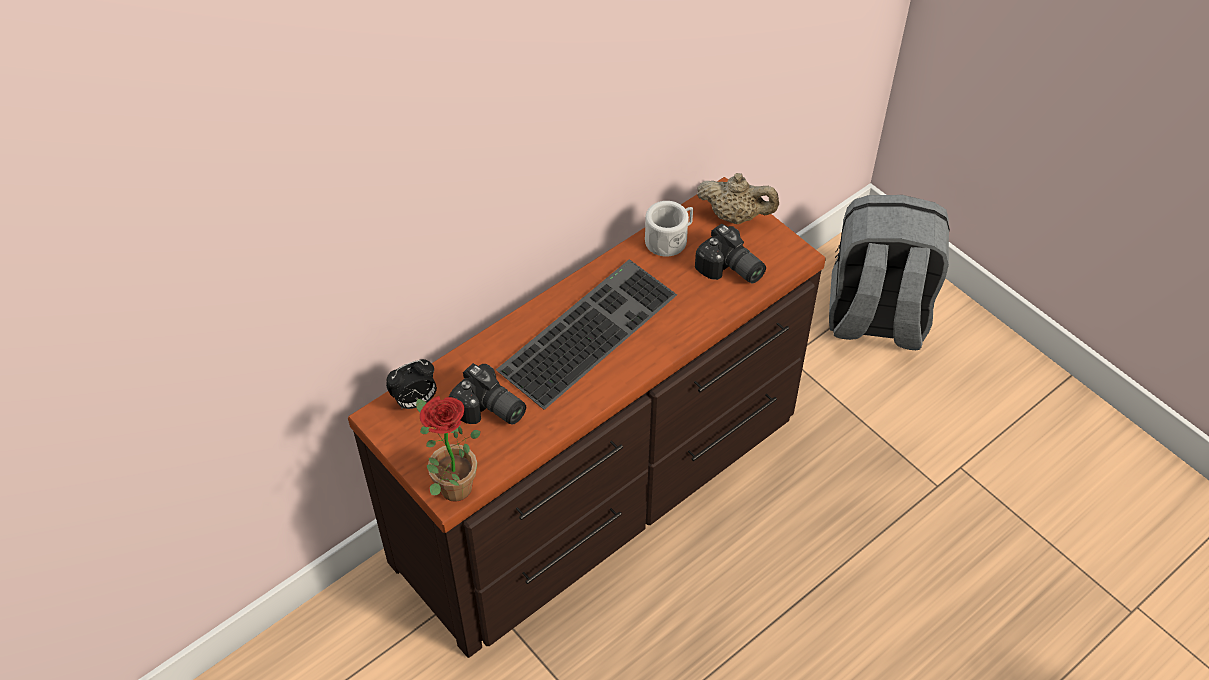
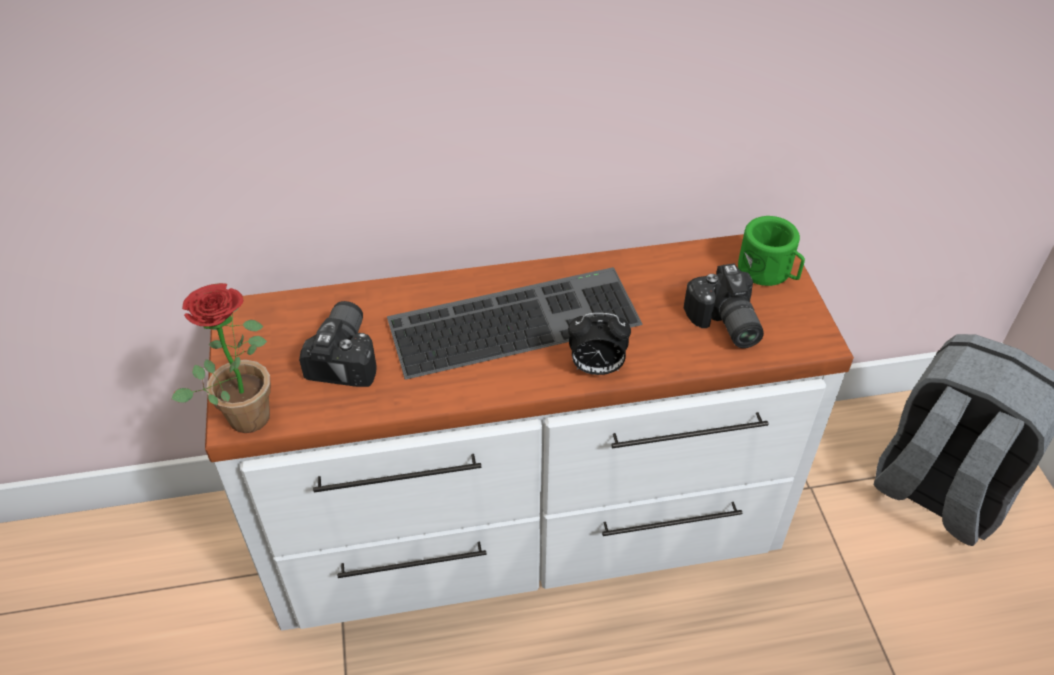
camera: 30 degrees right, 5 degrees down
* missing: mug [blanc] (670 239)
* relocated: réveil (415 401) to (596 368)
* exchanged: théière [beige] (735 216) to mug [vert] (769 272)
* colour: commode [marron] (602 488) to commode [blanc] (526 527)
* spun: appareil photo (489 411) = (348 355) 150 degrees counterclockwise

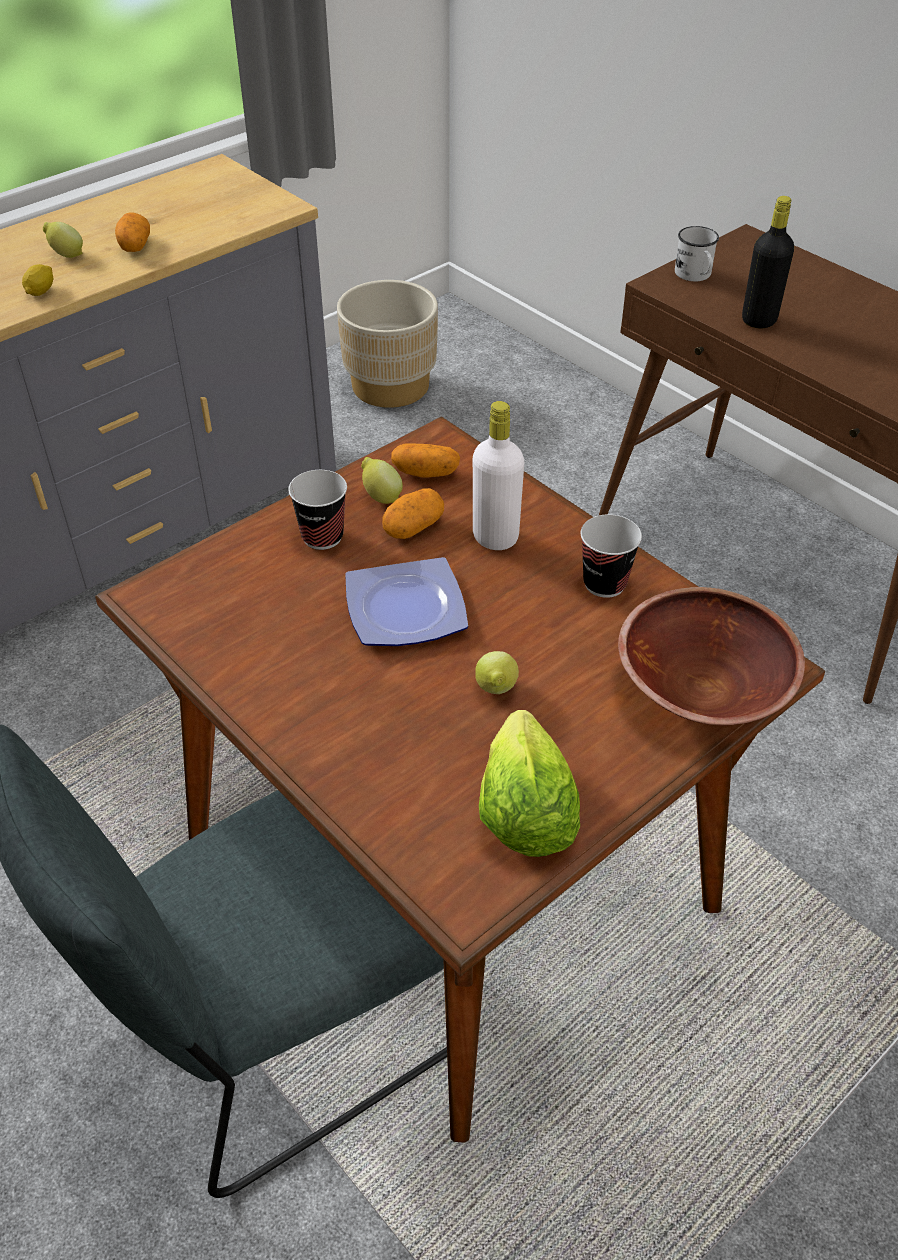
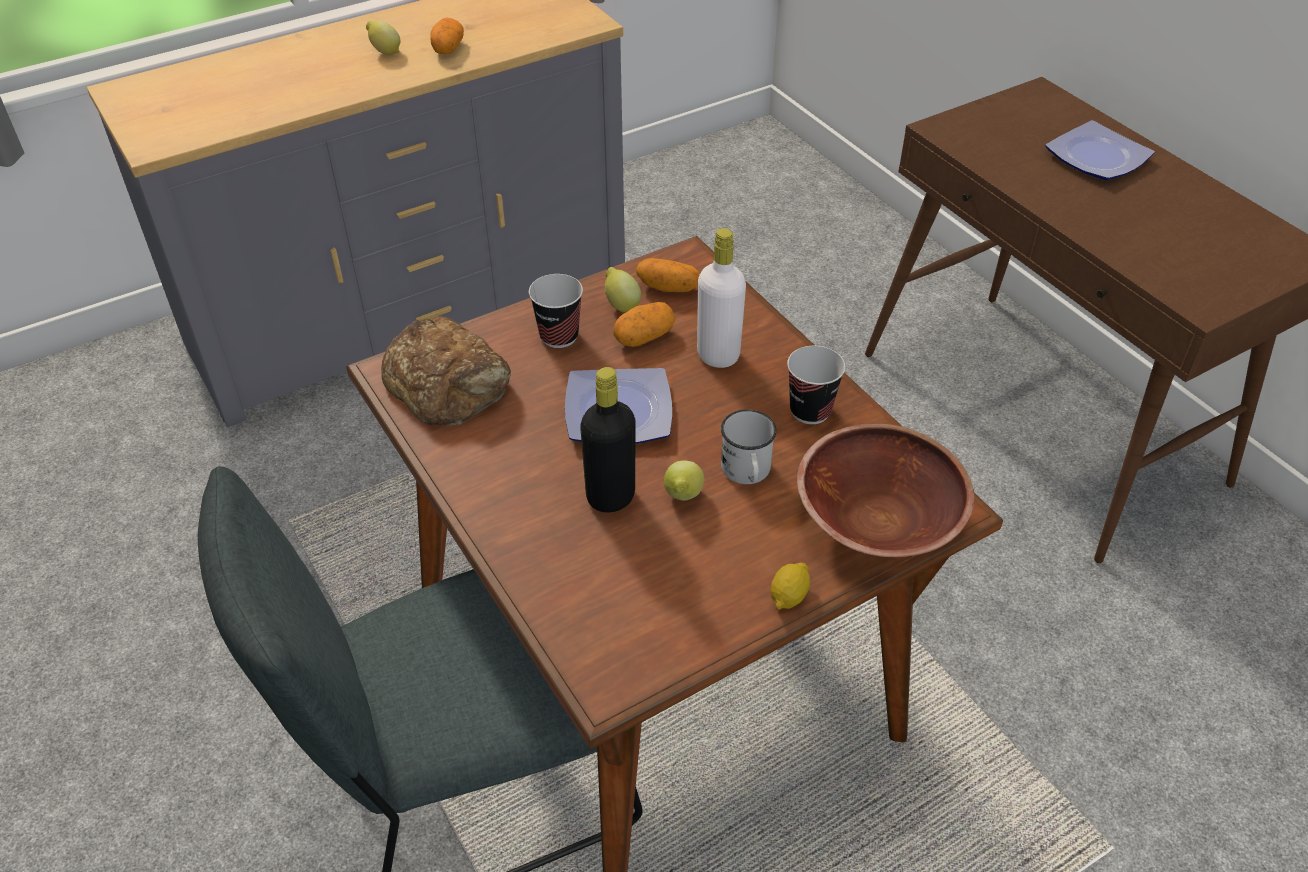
camera: 10 degrees right, 0 degrees up
* missing: cache-pot [beige] (390 386)
* missing: laitue (524 811)
* appeared: pain (448 382)
* appeared: assiette (1094 157)
* relocated: citron (41 291) to (788 596)
* relocated: mug [blanc] (695 276) to (747 473)
* relocated: bouteille [noir] (759 320) to (610 497)

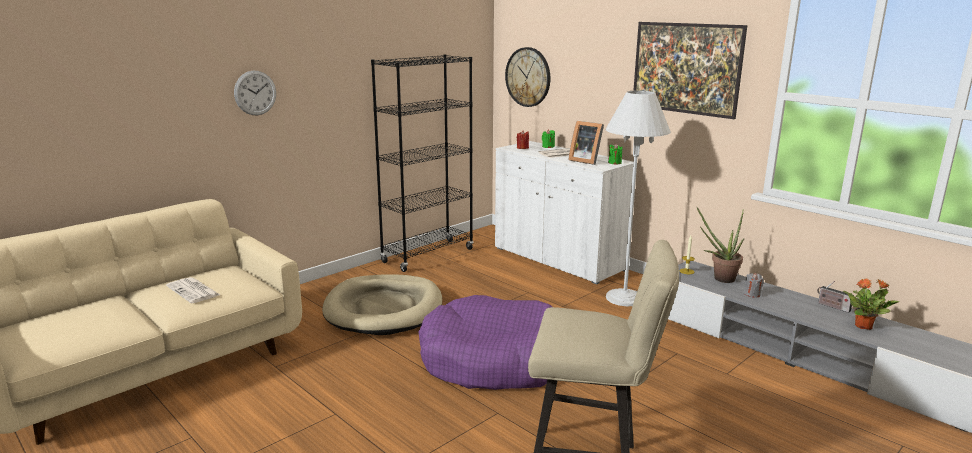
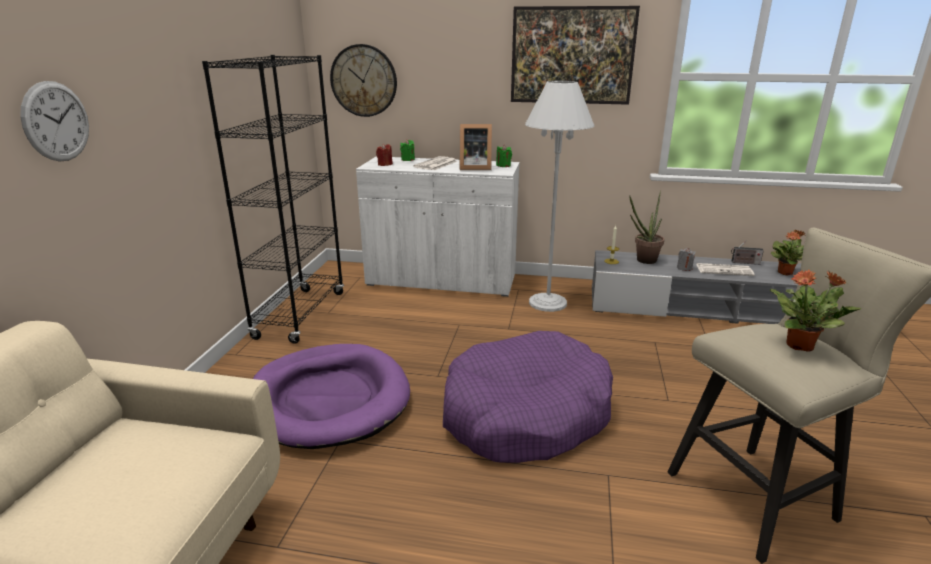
camera: 35 degrees left, 5 degrees up
* appeared: plante en pot (801 346)
* relocated: journal (194 291) to (724 270)
* colour: panier pour chien [beige] (384 309) to panier pour chien [violet] (329 399)

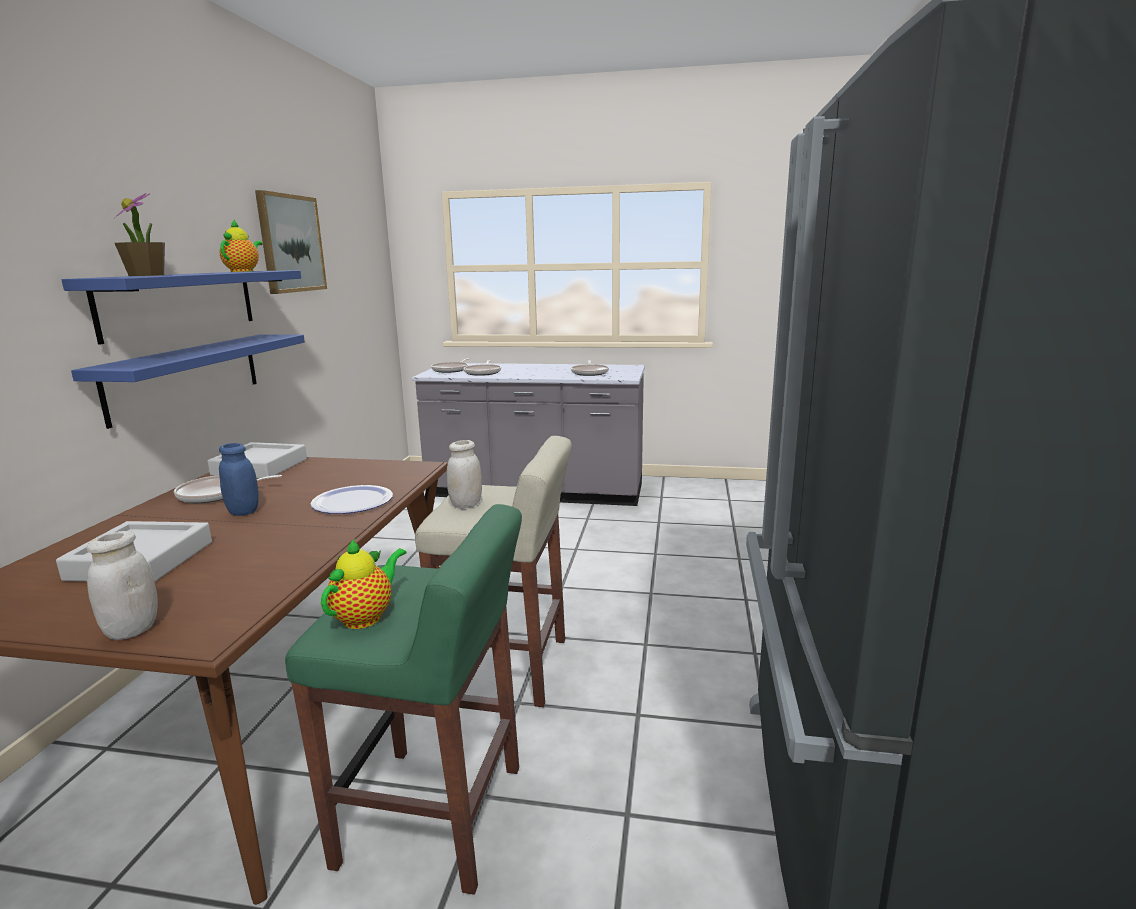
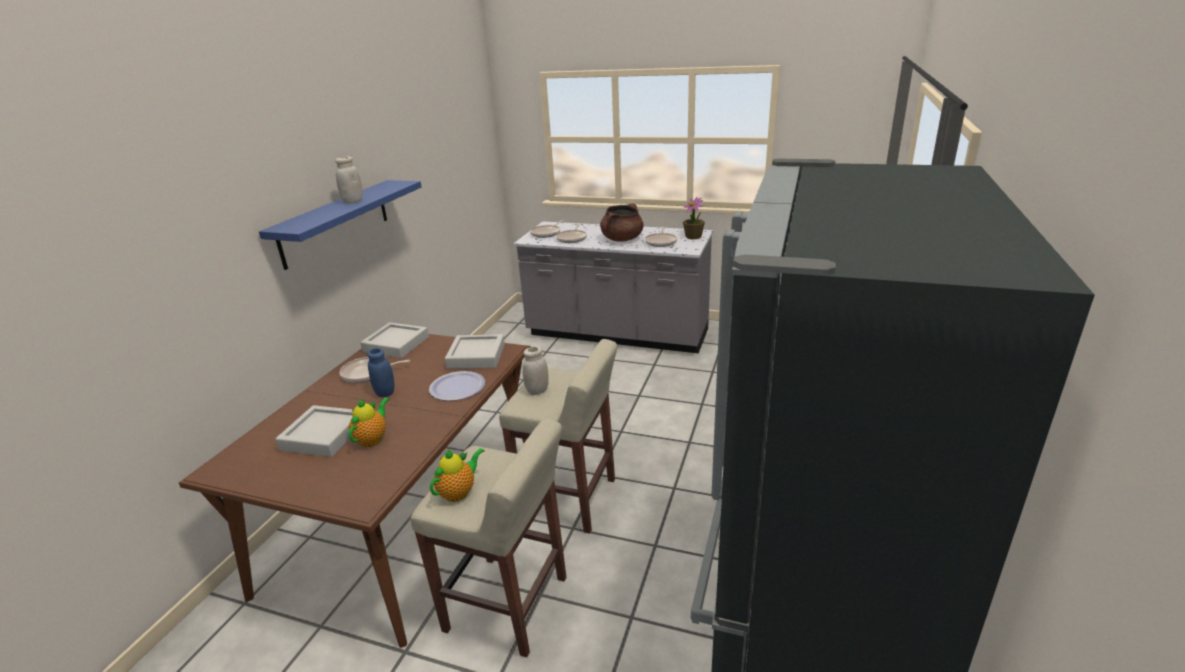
camera: 10 degrees right, 10 degrees up
* missing: étagère [bleu] (186 376)
* missing: tableau (290 243)
* appeared: plateau [gris] (476 356)
* appeared: marmite [marron] (622 239)
* relocated: bocal [blanc] (132 630) to (353 201)
* relocated: plante en pot (147 275) to (693 236)
* relocated: théière (244 271) to (372 439)
* colour: tabouret [vert] (435 816) to tabouret [beige] (508 605)

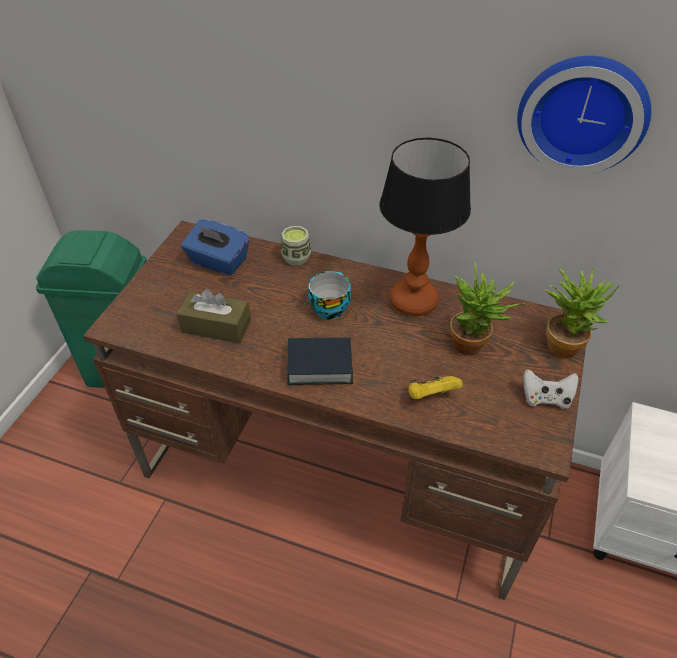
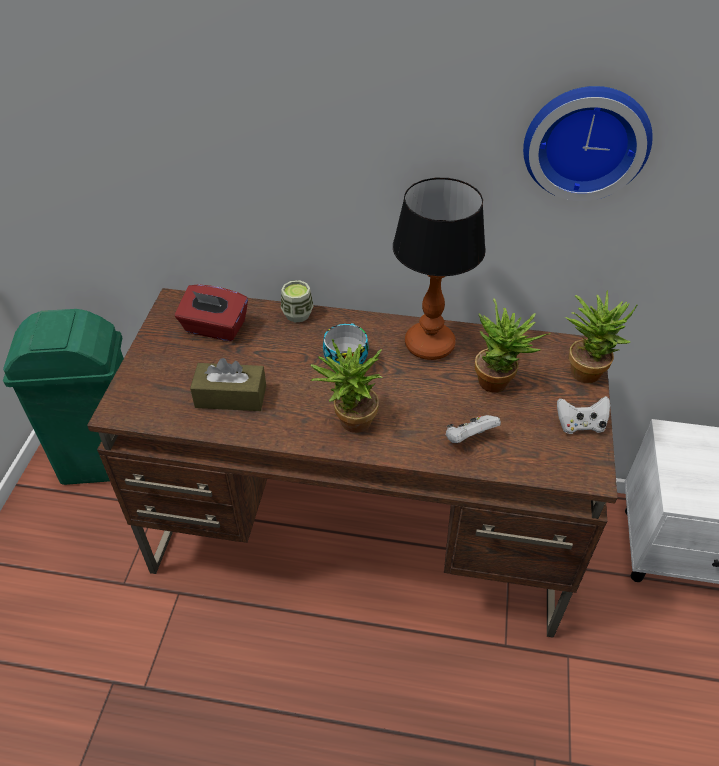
camera: 10 degrees left, 0 degrees up
* exchanged: livre (319 365) to plante en pot (349 423)
* colour: boîte à mouchoirs [bleu] (218 262) to boîte à mouchoirs [rouge] (215 328)
* colour: manette [jaune] (431 396) to manette [blanc] (469 438)

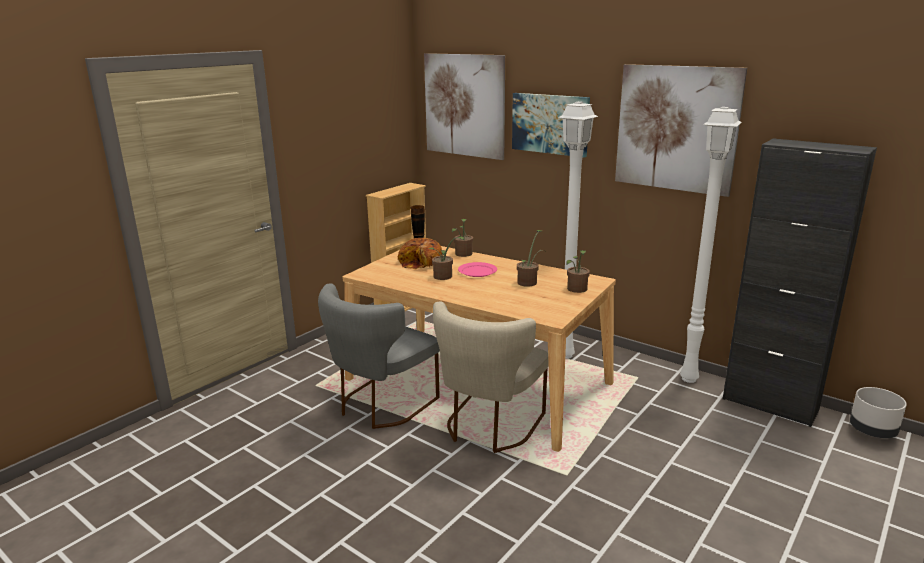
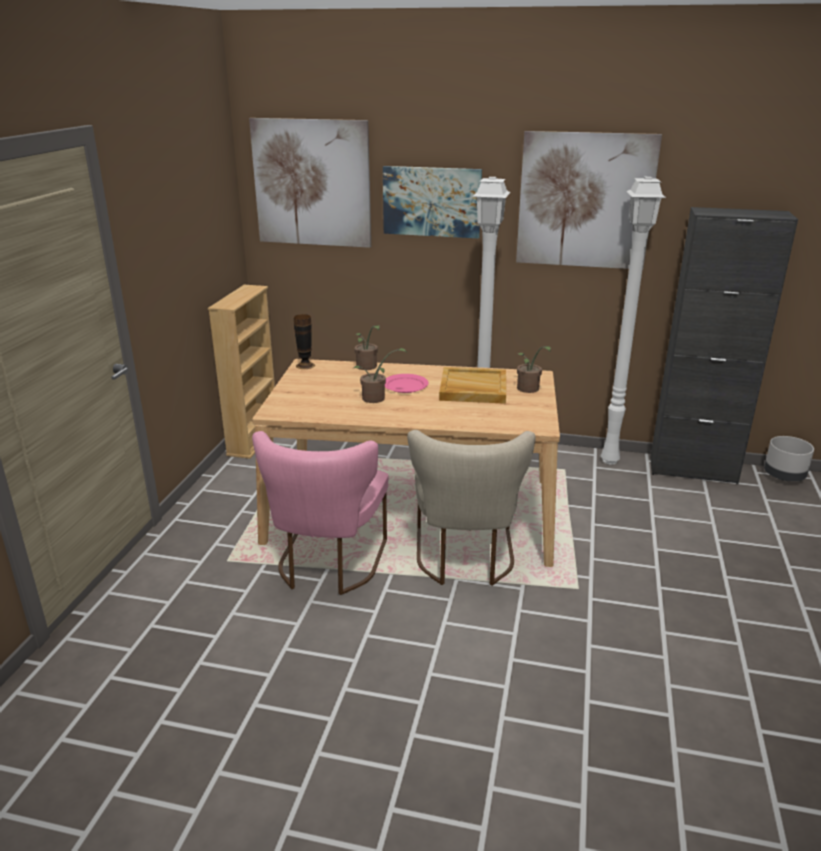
camera: 25 degrees left, 5 degrees up
* missing: pain (421 262)
* exchanged: plante en pot (529 282) to plateau [beige] (472 388)
* colour: chaise [gris] (381 406) to chaise [rose] (328 565)

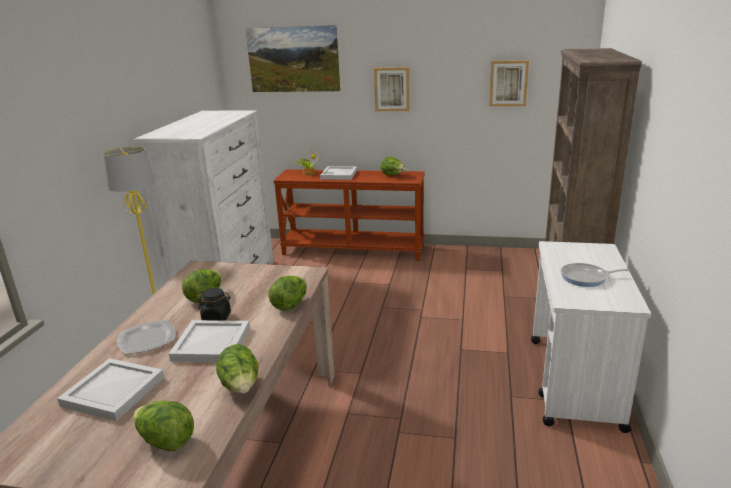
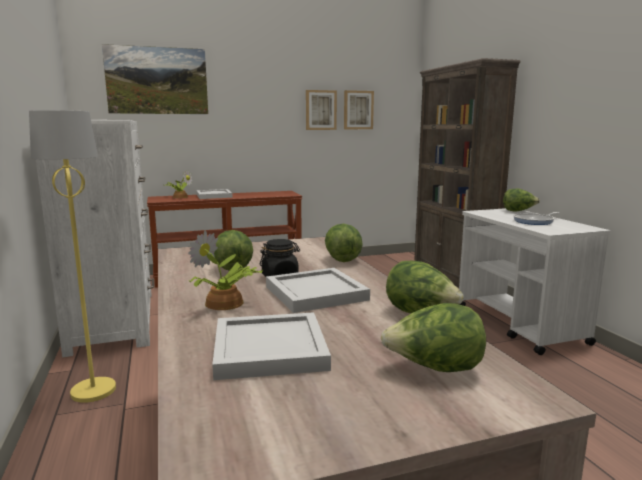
camera: 30 degrees left, 10 degrees down
* relocated: tableau (392 89) to (320 110)
* relocated: laitue (392 175) to (518 211)
* exchanged: assiette (147 339) to plante en pot (224 304)

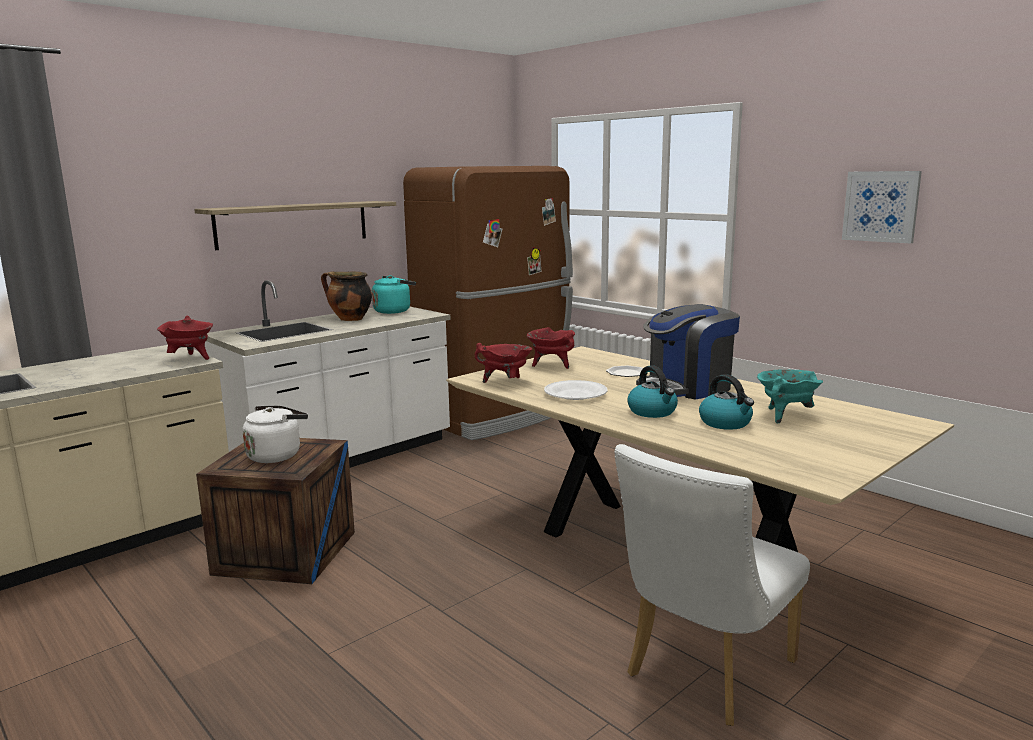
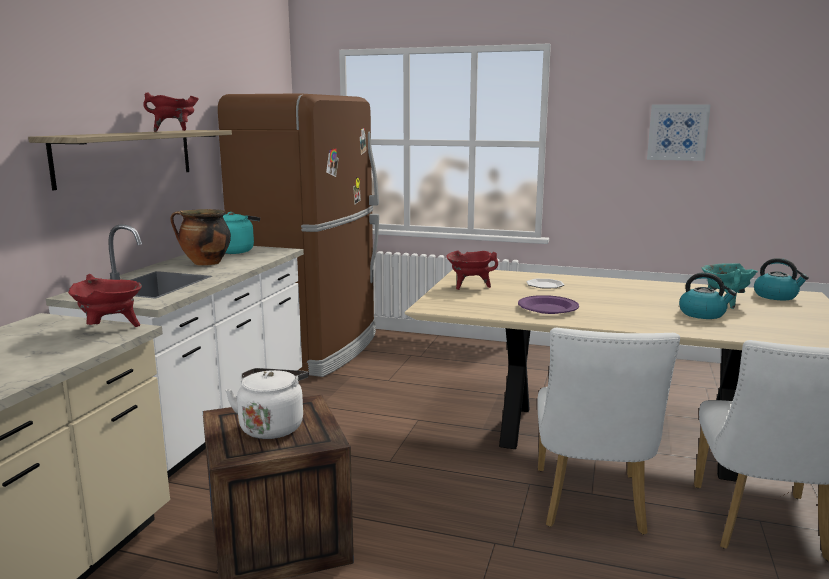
camera: 30 degrees left, 0 degrees up
* missing: machine à café (686 387)
* appeared: chaise [blanc] (590 506)
* relocated: marmite [rouge] (505 382) to (175 131)
* relocated: bouilloire (653 412) to (776 296)
* colour: assiette [blanc] (576 394) to assiette [violet] (548 308)

